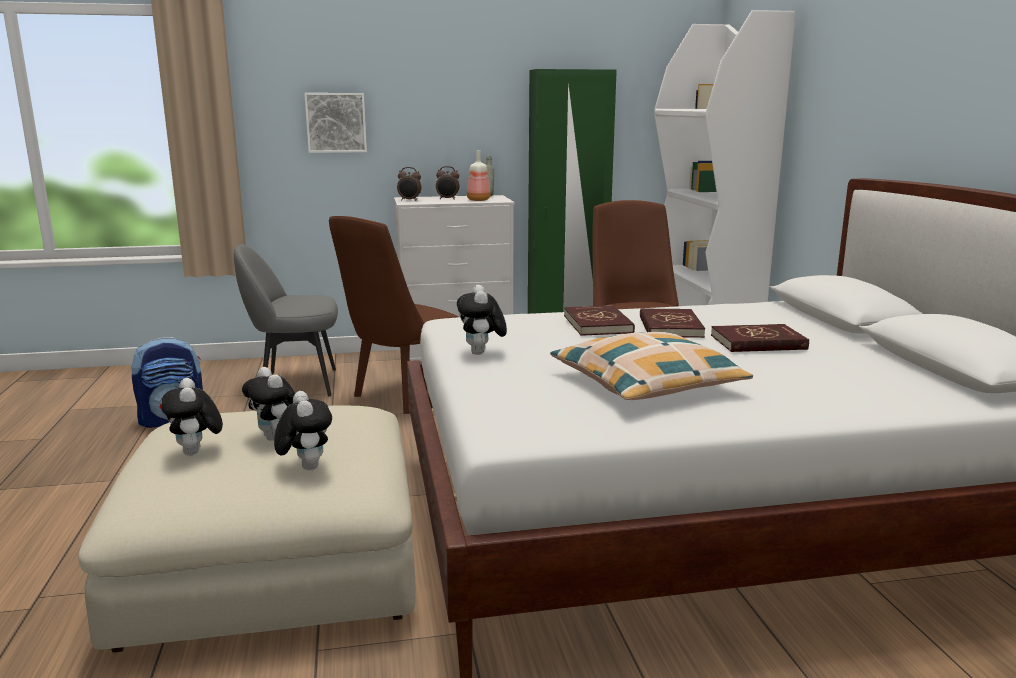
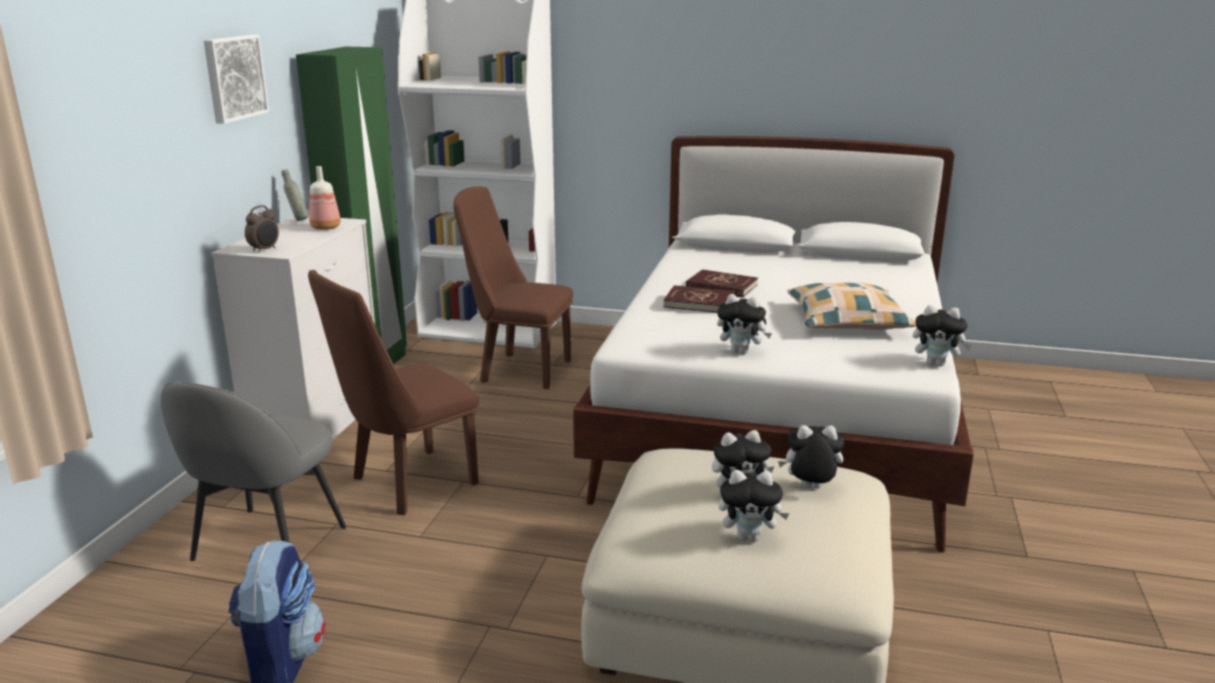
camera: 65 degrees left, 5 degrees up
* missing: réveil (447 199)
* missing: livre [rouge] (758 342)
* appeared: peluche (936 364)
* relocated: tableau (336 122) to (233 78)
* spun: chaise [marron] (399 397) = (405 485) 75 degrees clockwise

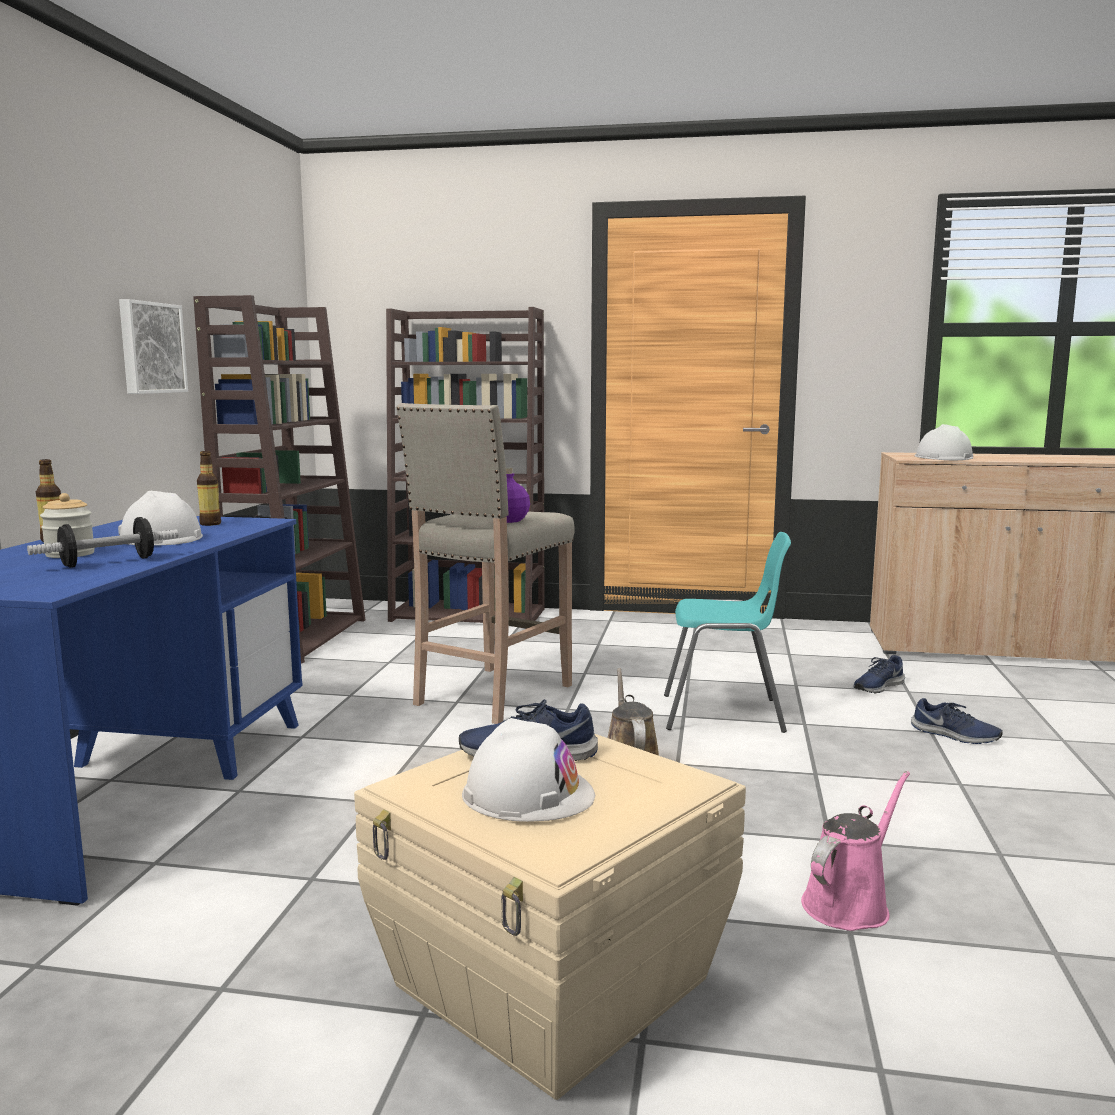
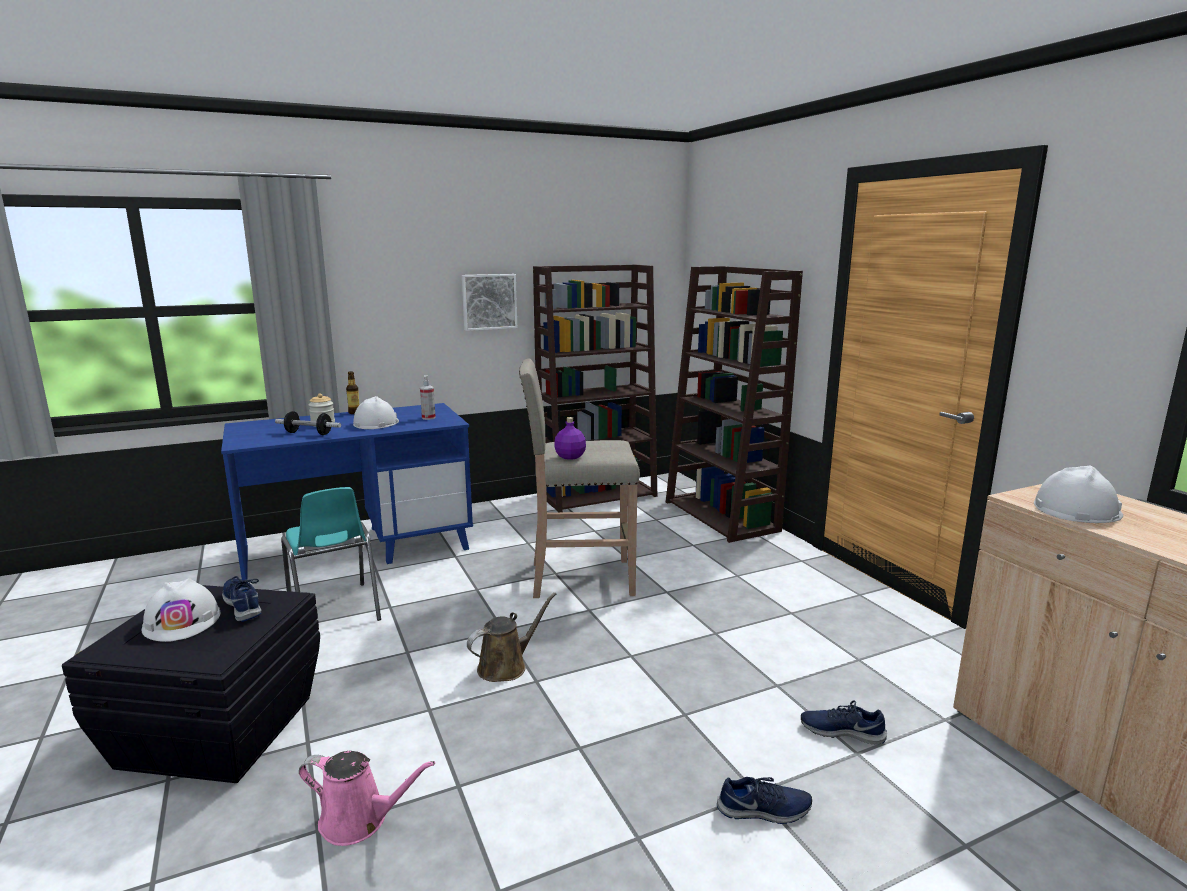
camera: 55 degrees right, 5 degrees up
* relocated: chaise [turquoise] (724 714) to (334 611)
* exchanged: bouteille (210 524) to vaporisateur (428 418)
* colour: boîte de rangement [beige] (551 984) to boîte de rangement [noir] (215 732)
* spun: chaussure [bleu] (955 735) = (764 811) 90 degrees counterclockwise

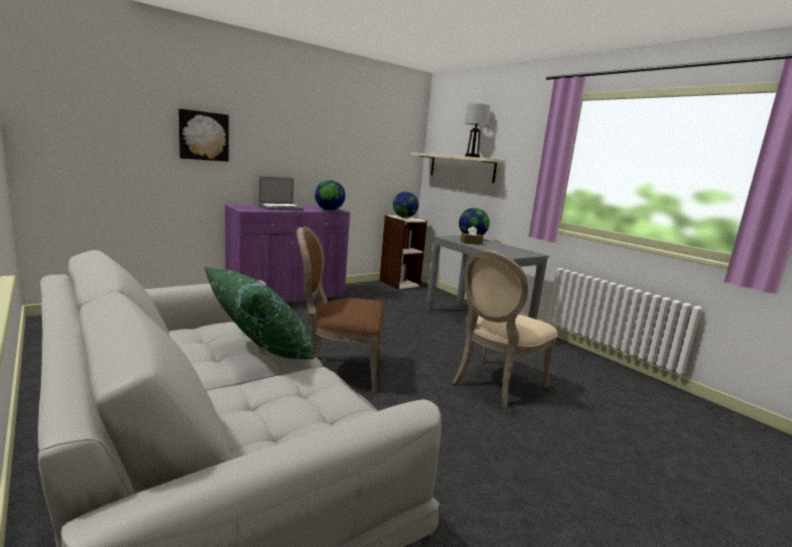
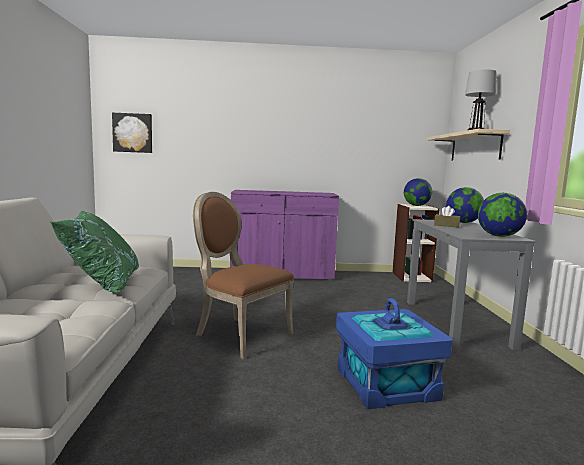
camera: 35 degrees right, 5 degrees down
* missing: ordinateur portable (281 208)
* relocated: tableau (203 136) to (133 133)
* relocated: globe (329 210) to (499 236)
* exchanged: chaise [beige] (495 384) to boîte de rangement [bleu] (385 383)

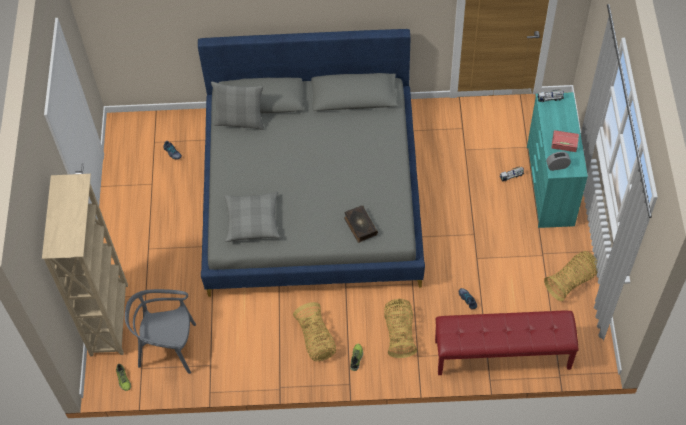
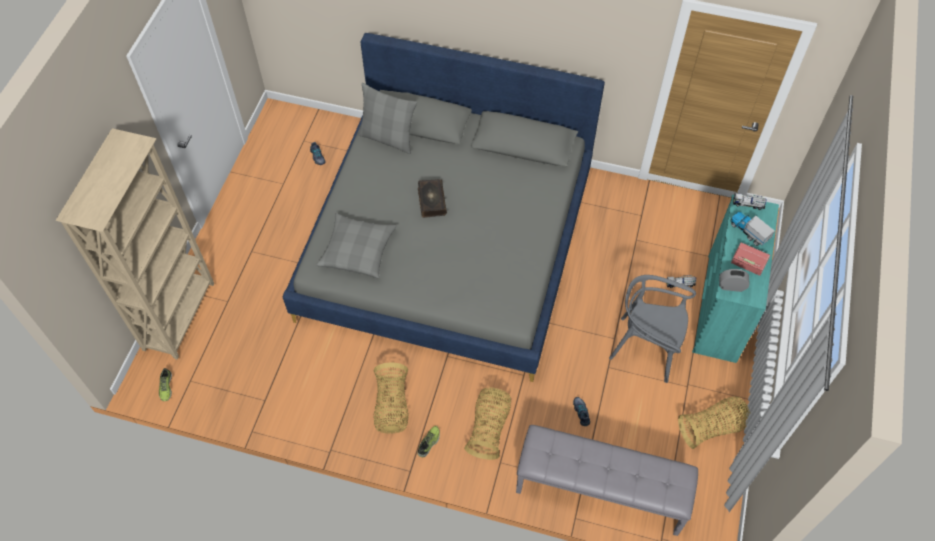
camera: 15 degrees right, 0 degrees up
* appeared: camion jouet (748 232)
* relocated: chaise [gris] (168 348) to (646 347)
* relocated: livre (360 226) to (431 201)
* colour: banc [rouge] (502 355) to banc [gris] (600 492)

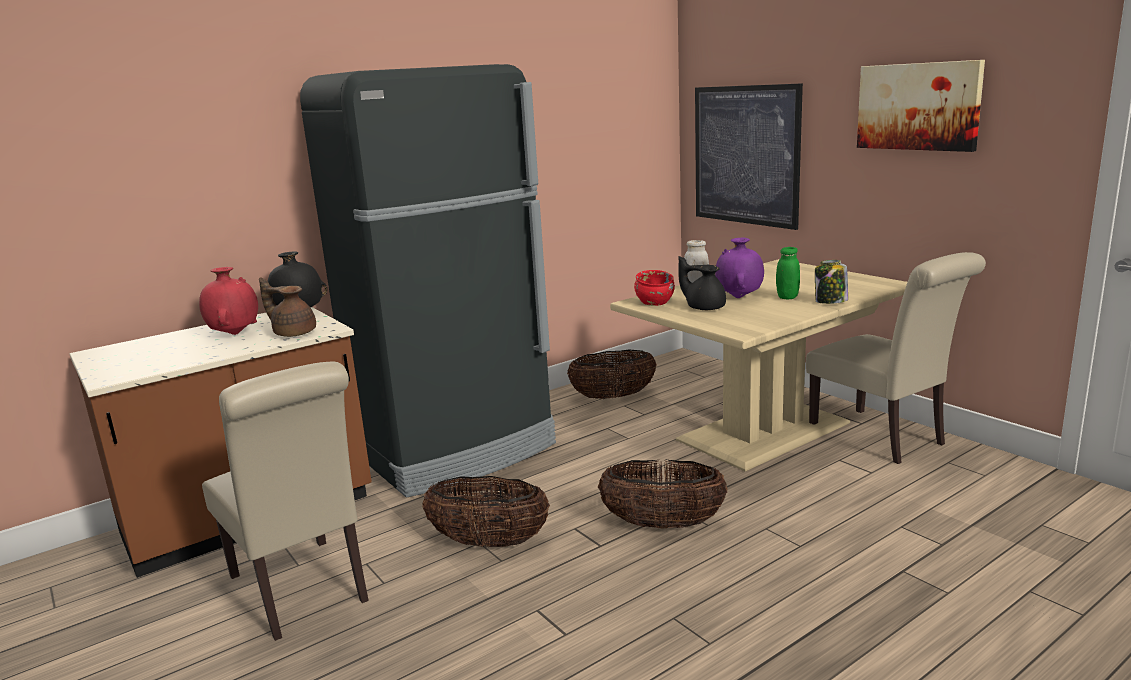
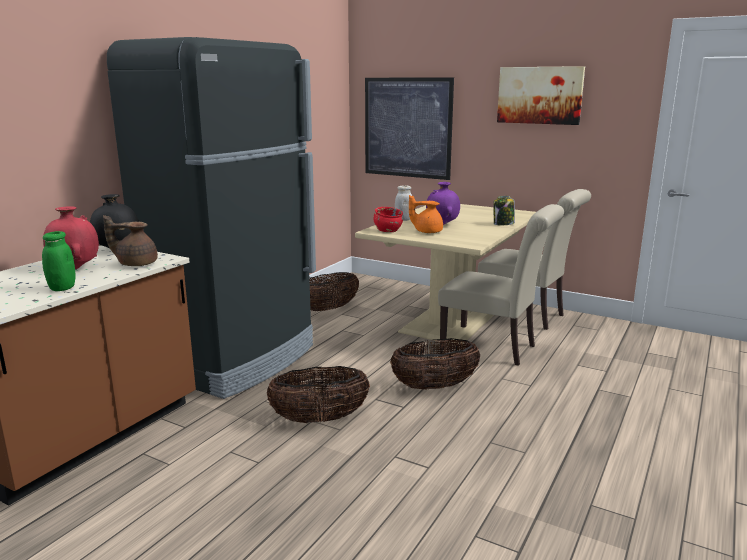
camera: 25 degrees left, 0 degrees up
* relocated: chaise [beige] (302 592) to (494 348)
* relocated: bocal [vert] (787 297) to (62 288)
* colour: théière [noir] (704 307) to théière [orange] (427 231)

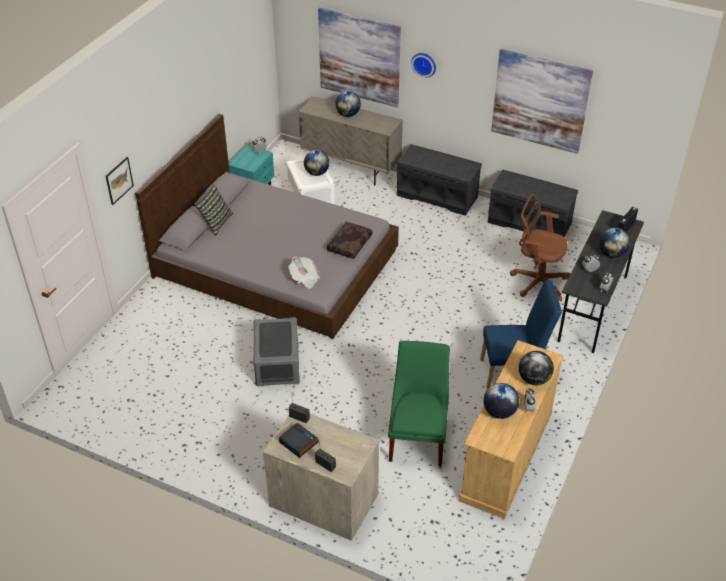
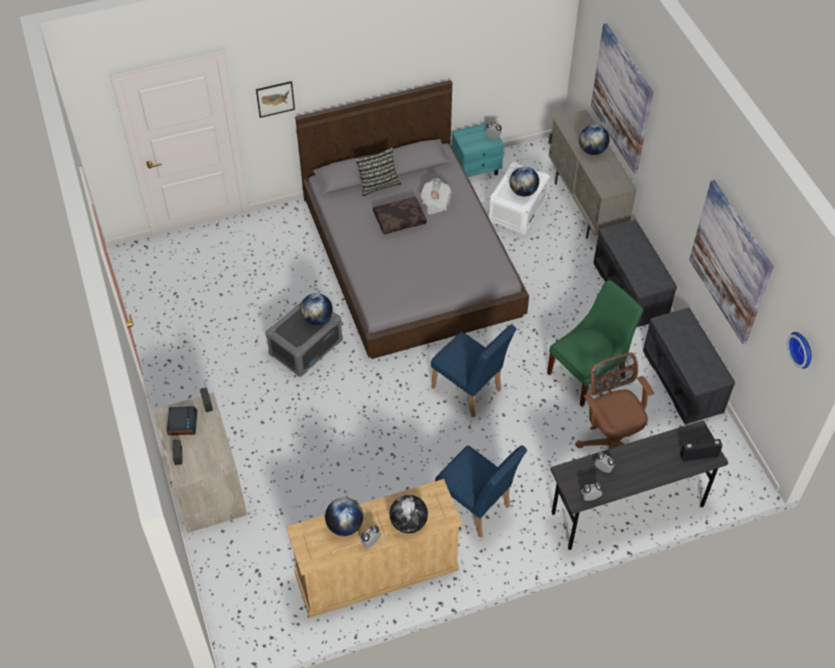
camera: 45 degrees right, 10 degrees up
* appeared: chaise [bleu] (470 392)
* relocated: journal (304 278) to (435 203)
* relocated: coussin [marron] (349 244) to (400 219)
* relocated: chaise [vert] (418 437) to (589 373)
* relocated: horloge murale (424 64) to (802 349)
* relocated: globe (611 253) to (317 319)

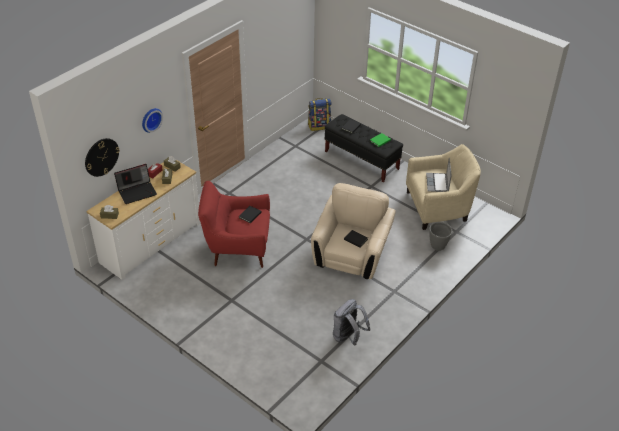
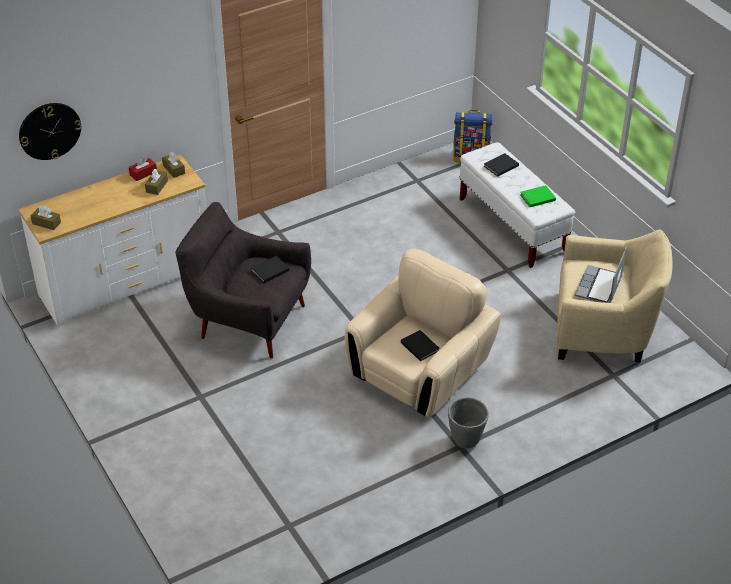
camera: 20 degrees right, 0 degrees up
* missing: ordinateur portable (137 191)
* missing: horloge murale (150 119)
* missing: sac à dos [gris] (348 337)
* relocated: cache-pot [gris] (438 246) to (466 441)
* colour: fauteuil [rouge] (237 248) to fauteuil [gris] (248 320)
* colour: banc [noir] (361 160) to banc [blanc] (512 226)

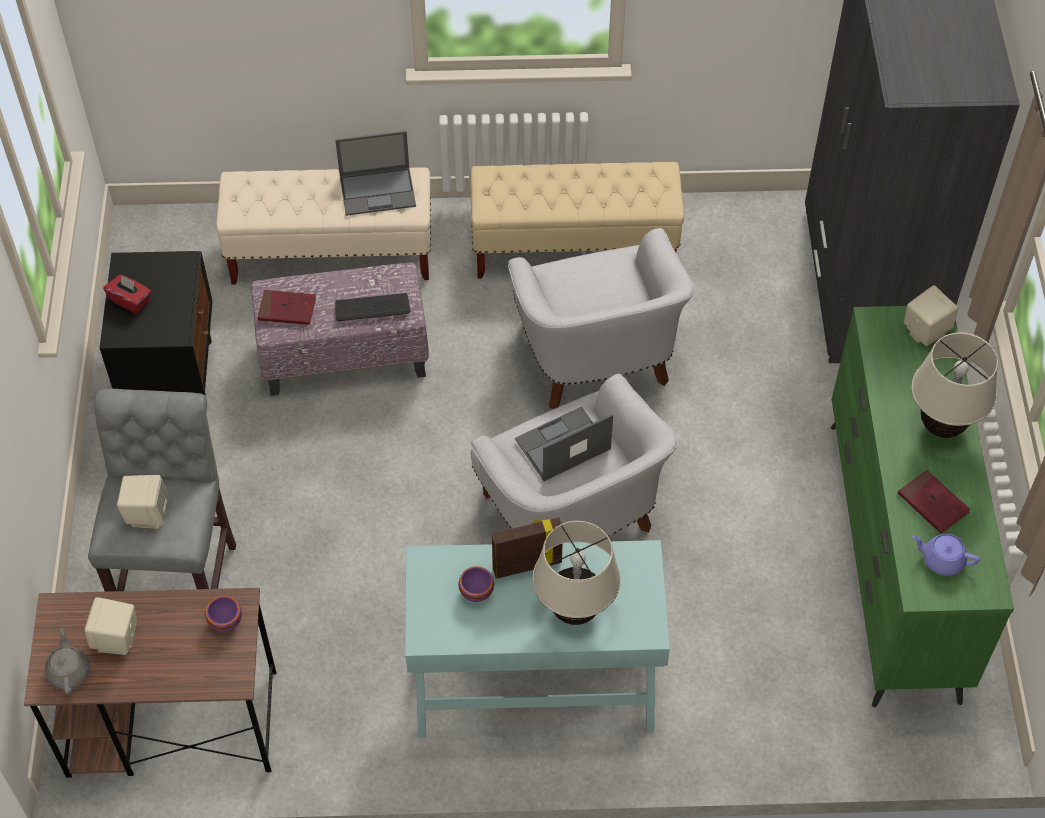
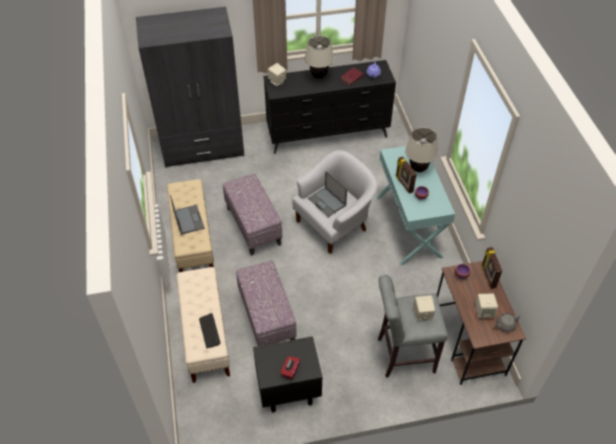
camera: 100 degrees left, 5 degrees down
* missing: livre [rouge] (287 309)
* appeared: cadre photo (488 276)
* relocated: ordinateur portable (378 191) to (188 219)
* relocated: clavier (372 308) to (209 331)
* exchanged: fauteuil [blanc] (596 360) to pouf (254 226)
* colour: commode [vert] (892 559) to commode [noir] (328 135)

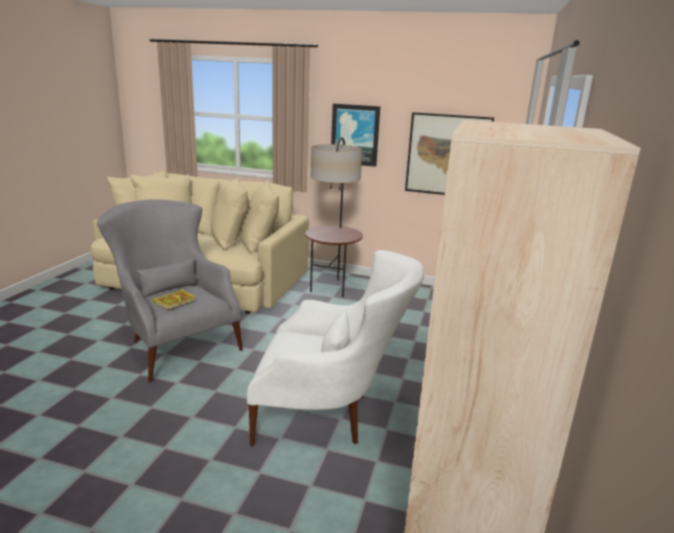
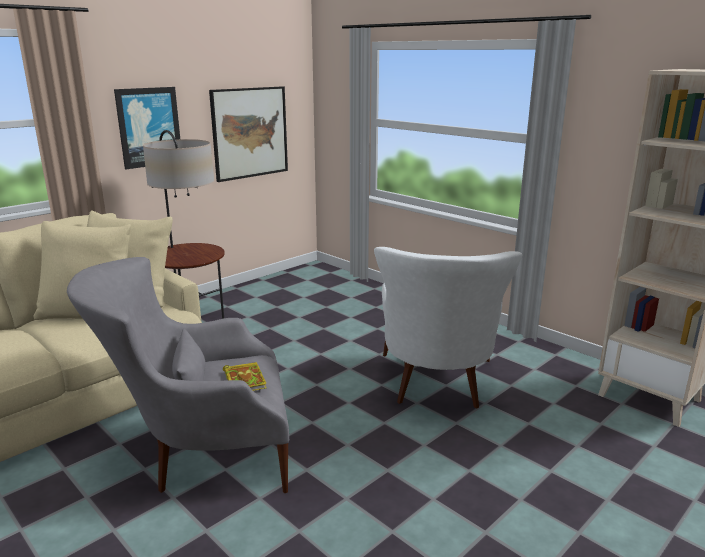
camera: 60 degrees left, 0 degrees up
* spun: fauteuil [blanc] (330 415) = (437 388) 150 degrees clockwise

